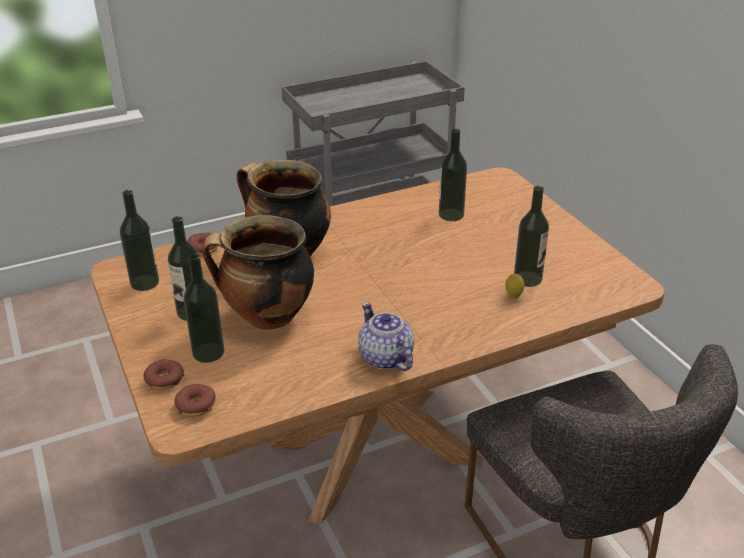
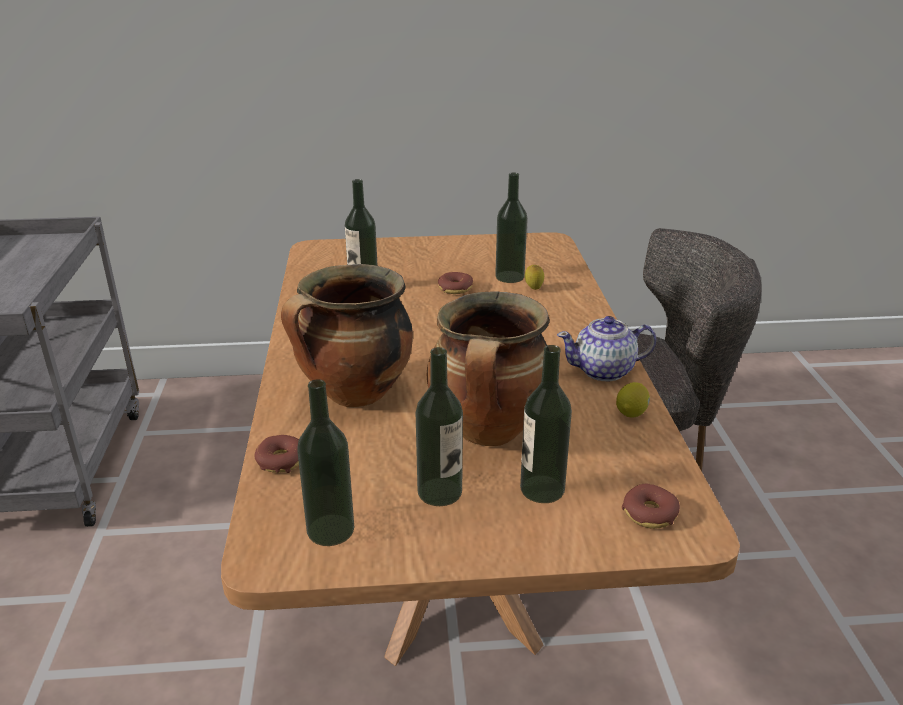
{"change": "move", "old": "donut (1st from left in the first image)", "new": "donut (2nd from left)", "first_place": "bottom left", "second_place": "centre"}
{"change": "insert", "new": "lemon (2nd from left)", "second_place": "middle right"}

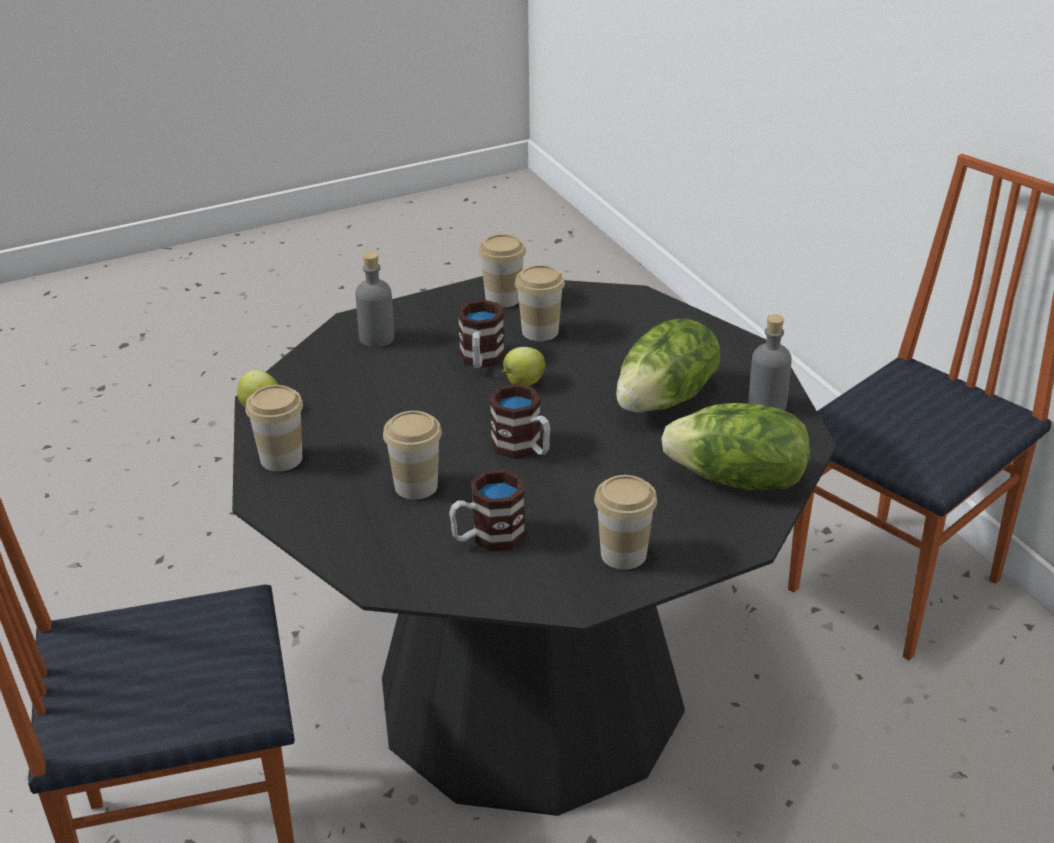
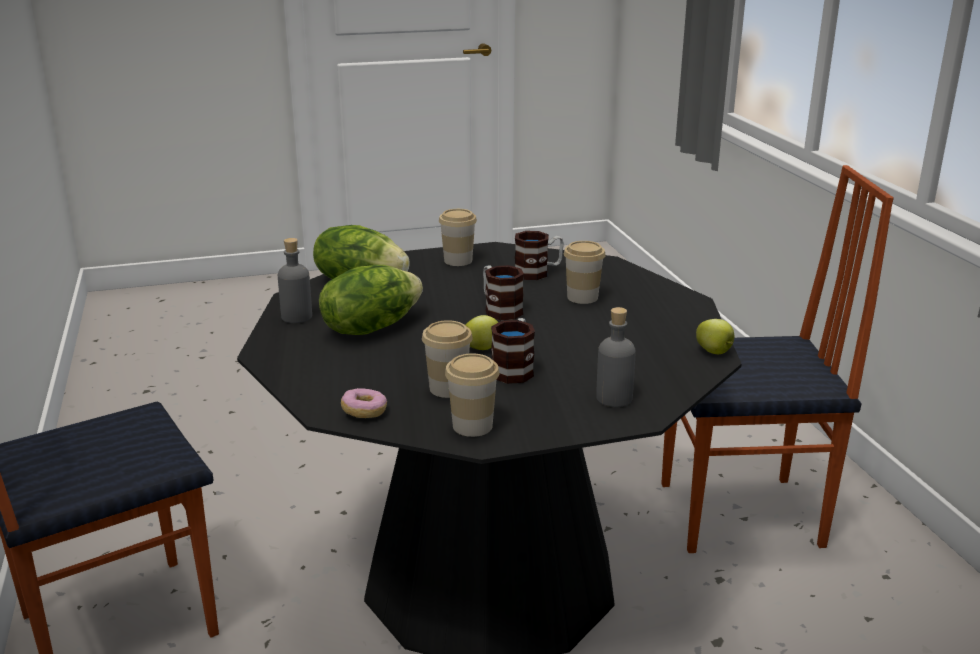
{"change": "delete", "old": "cup (1st from left)", "first_place": "middle left"}
{"change": "insert", "new": "donut", "second_place": "centre"}

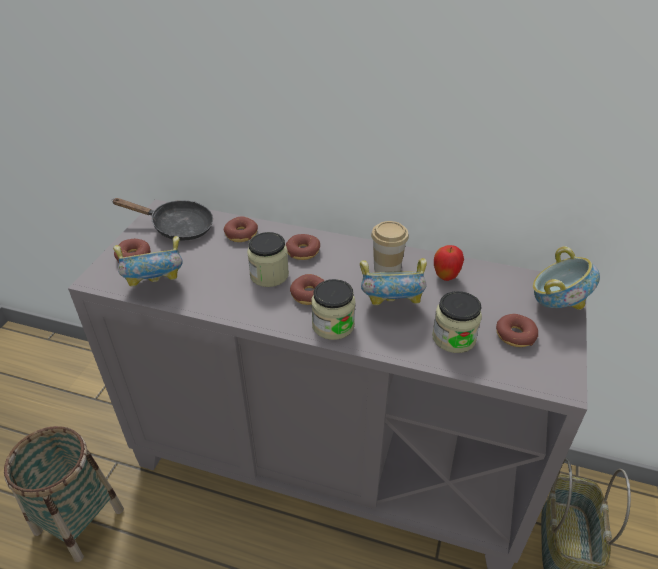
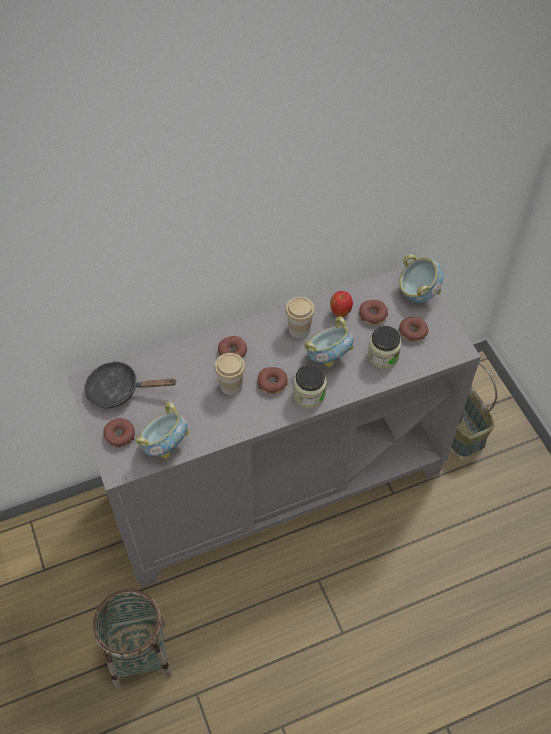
{"change": "rotate", "old": "black_frying_pan", "first_place": "middle left", "second_place": "middle left", "degrees": -150}
{"change": "move", "old": "donut (2nd from left in the first image)", "new": "donut (4th from left)", "first_place": "centre", "second_place": "middle right"}
{"change": "replace", "old": "jar (1st from left)", "new": "cup (1st from left)", "first_place": "centre", "second_place": "centre"}

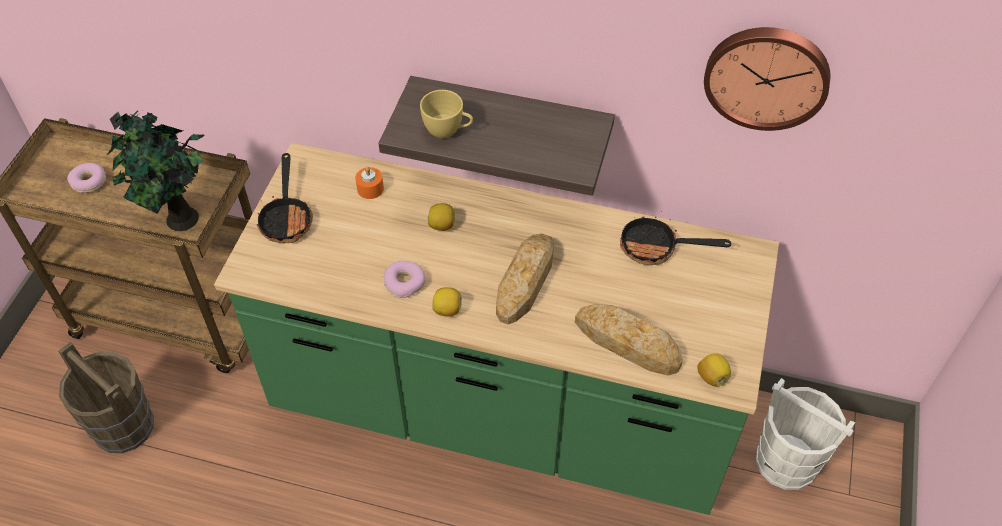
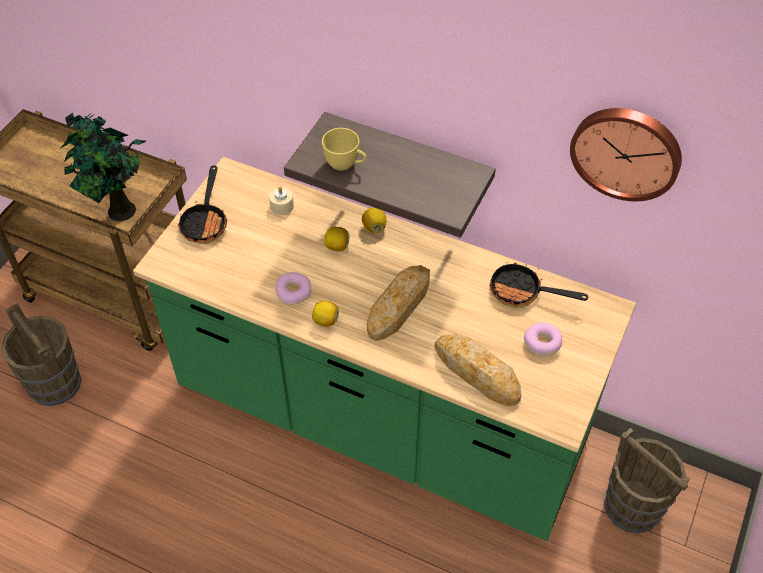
{"change": "move", "old": "donut (1st from left in the first image)", "new": "donut (2nd from left)", "first_place": "middle left", "second_place": "middle right"}
{"change": "recolor", "old": "orange_candle", "new": "beige_candle", "first_place": "centre", "second_place": "centre"}
{"change": "move", "old": "lemon (3rd from left)", "first_place": "bottom right", "second_place": "centre"}
{"change": "recolor", "old": "white_bucket", "new": "brown_bucket (2nd from left)", "first_place": "bottom right", "second_place": "bottom right"}

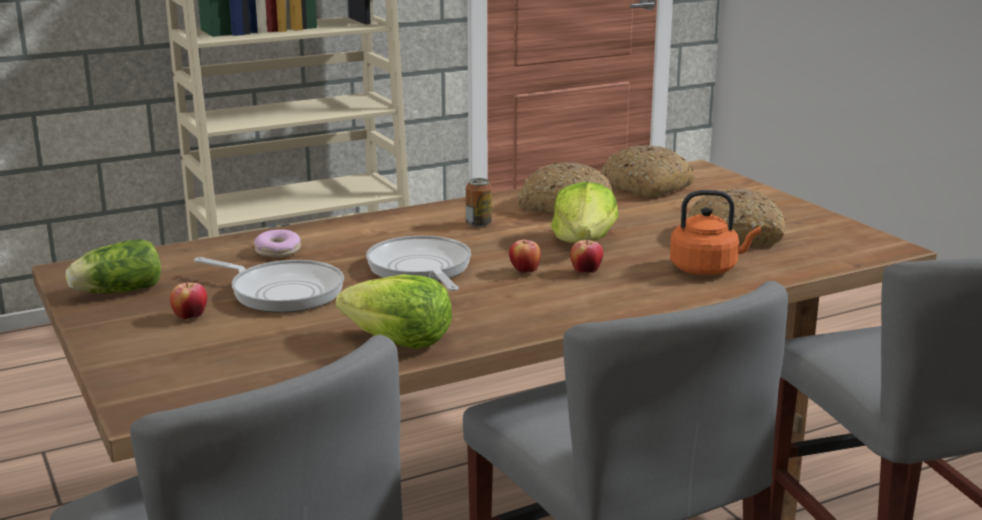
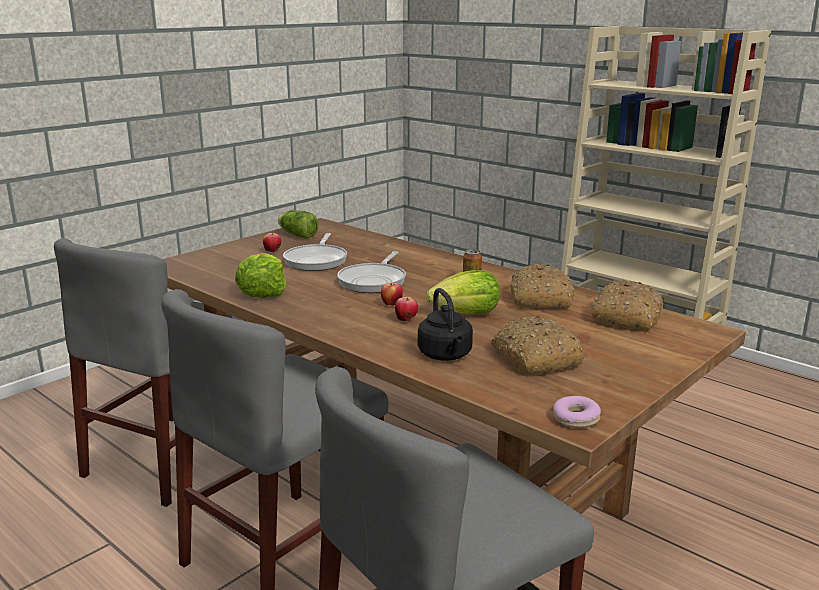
{"change": "recolor", "old": "orange_kettle", "new": "black_kettle", "first_place": "middle right", "second_place": "centre"}
{"change": "move", "old": "donut", "first_place": "middle left", "second_place": "bottom right"}
{"change": "rotate", "old": "frying_pan (2nd from left)", "first_place": "centre", "second_place": "centre", "degrees": 150}

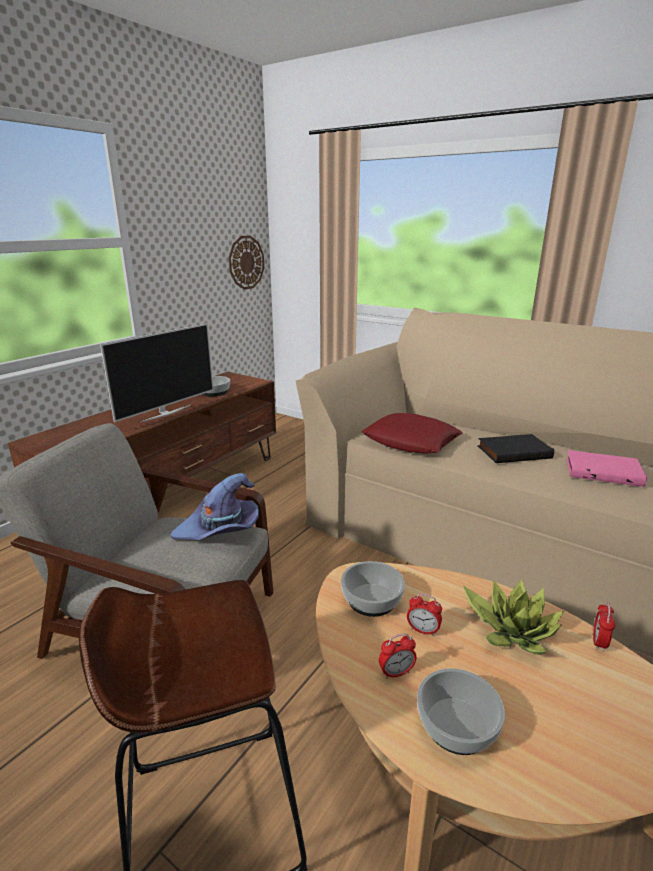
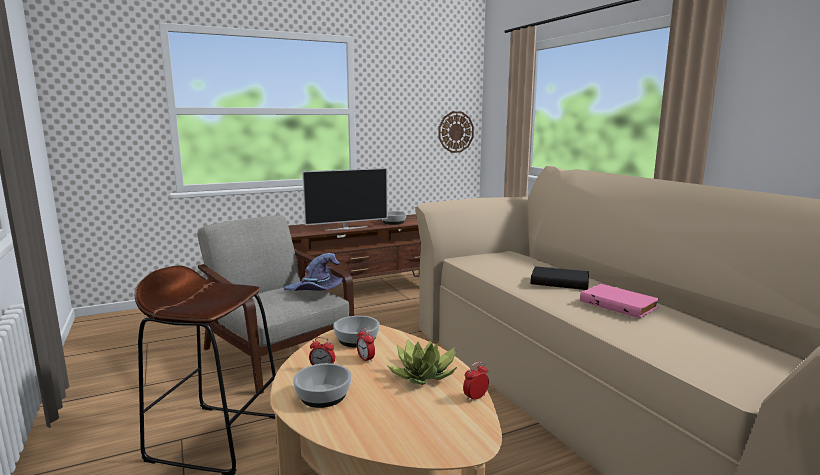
{"change": "delete", "old": "red_pillow", "first_place": "centre"}

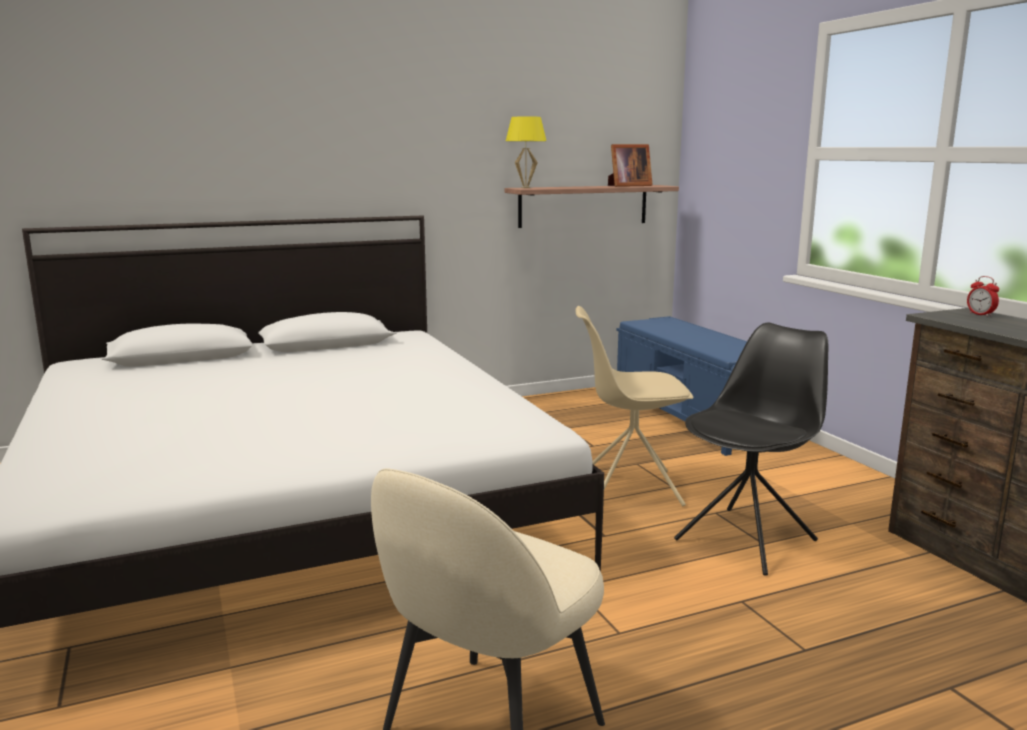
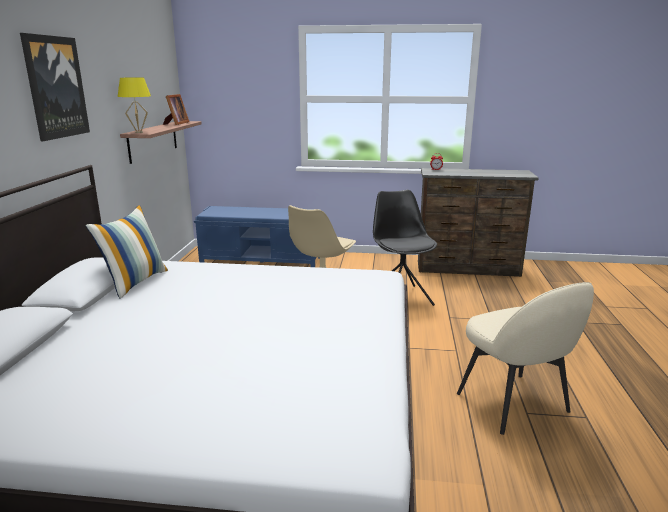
{"change": "insert", "new": "picture", "second_place": "top left"}
{"change": "insert", "new": "pillow", "second_place": "middle left"}

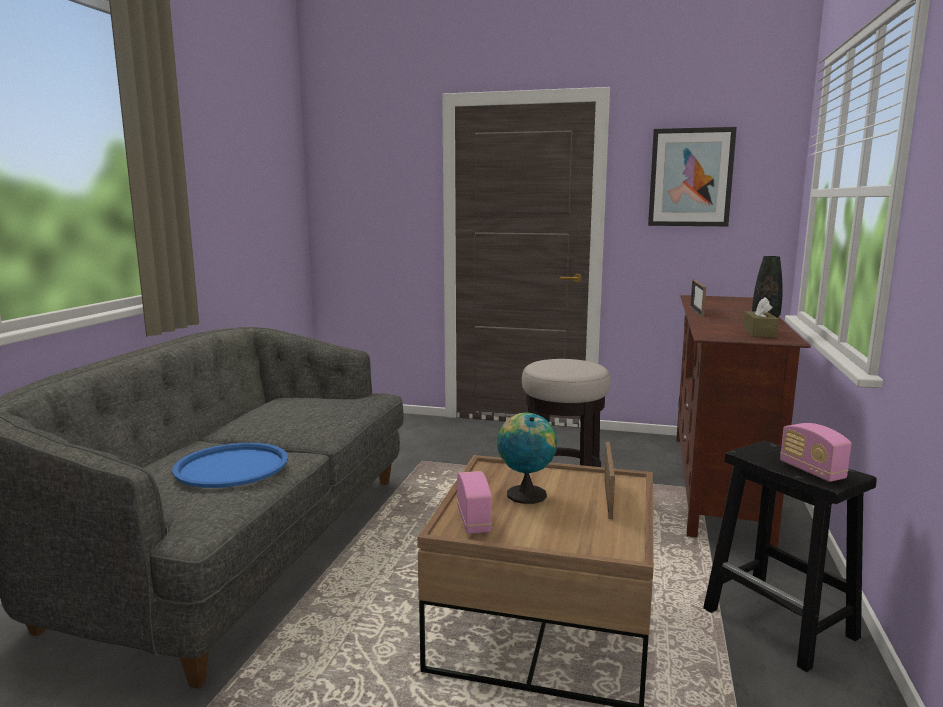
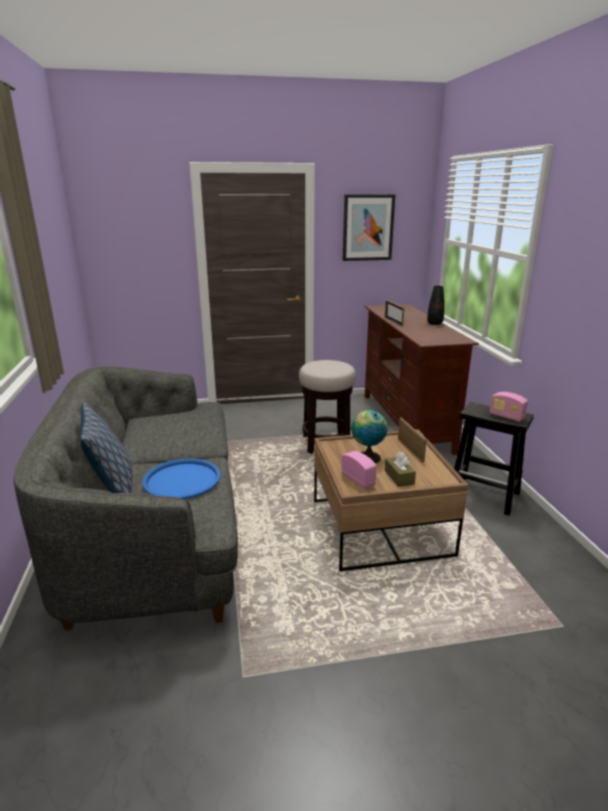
{"change": "move", "old": "brown_tissue_box", "first_place": "middle right", "second_place": "centre"}
{"change": "insert", "new": "pillow", "second_place": "middle left"}

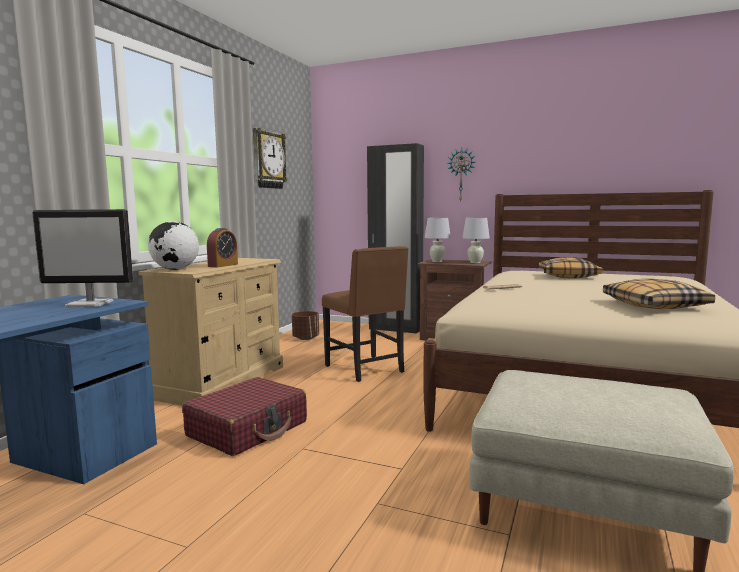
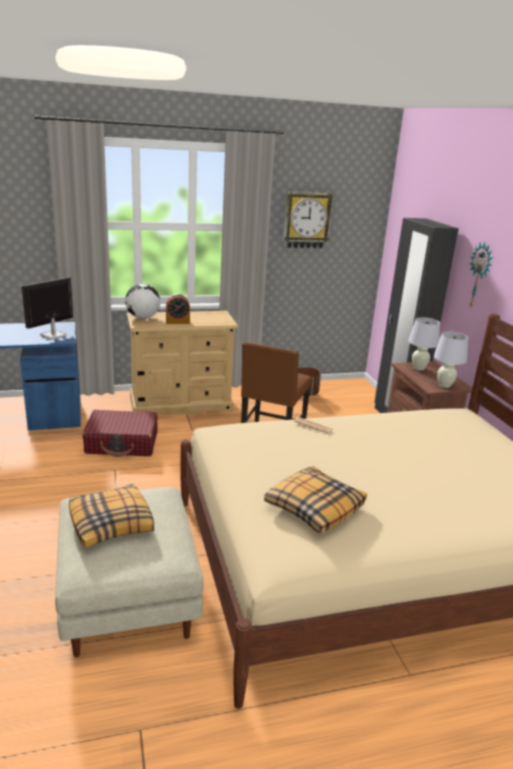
{"change": "rotate", "old": "monitor", "first_place": "middle left", "second_place": "middle left", "degrees": 75}
{"change": "move", "old": "pillow (1st from left)", "first_place": "middle right", "second_place": "bottom left"}

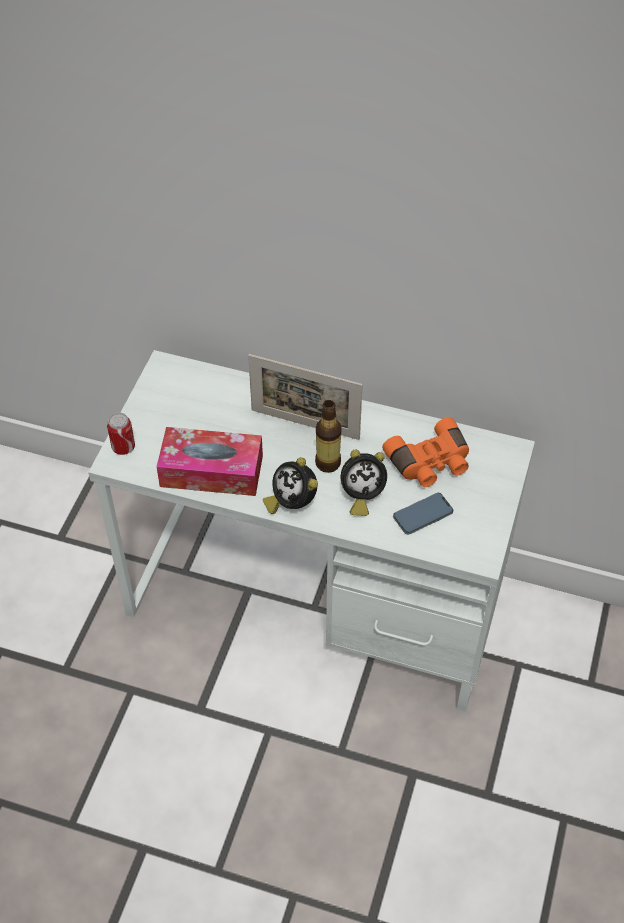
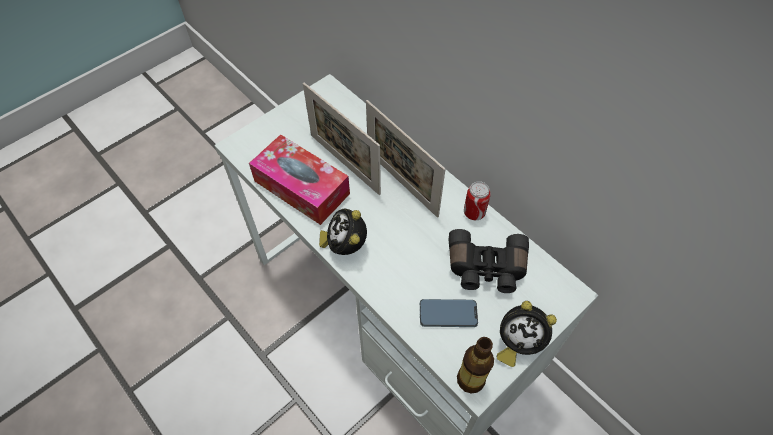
{"change": "move", "old": "bottle", "first_place": "centre", "second_place": "bottom centre"}
{"change": "move", "old": "can", "first_place": "middle left", "second_place": "centre"}
{"change": "recolor", "old": "orange_binoculars", "new": "black_binoculars", "first_place": "middle right", "second_place": "centre"}
{"change": "move", "old": "alarm_clock (2nd from left)", "first_place": "centre", "second_place": "bottom right"}
{"change": "insert", "new": "picture_frame (1st from left)", "second_place": "top centre"}

